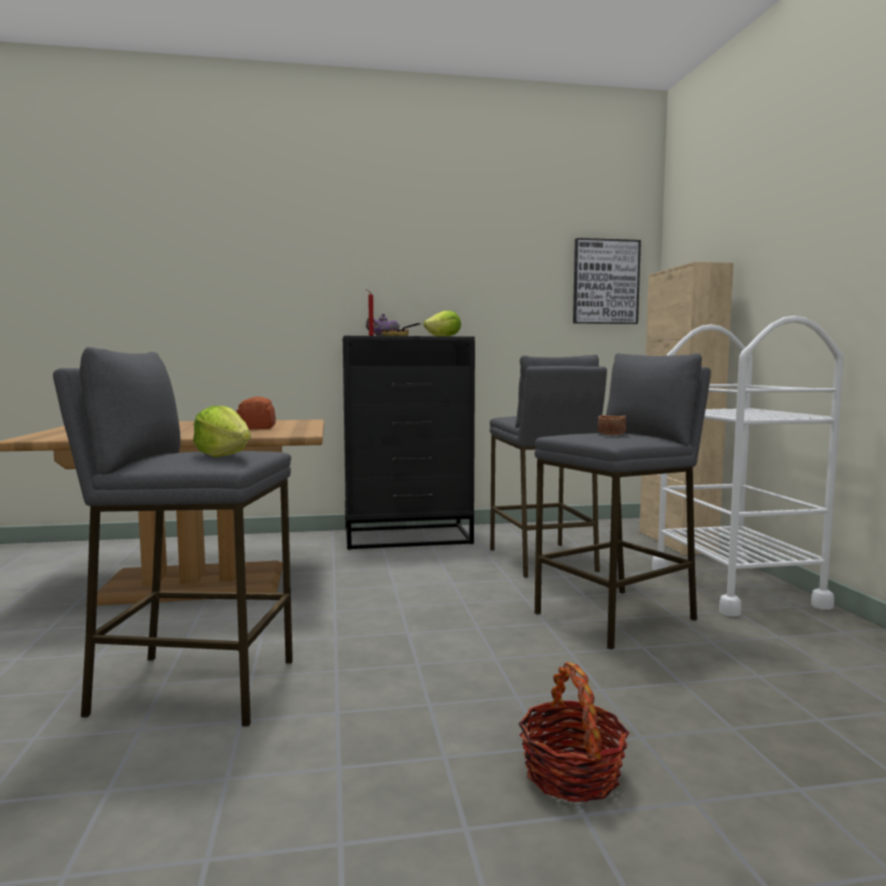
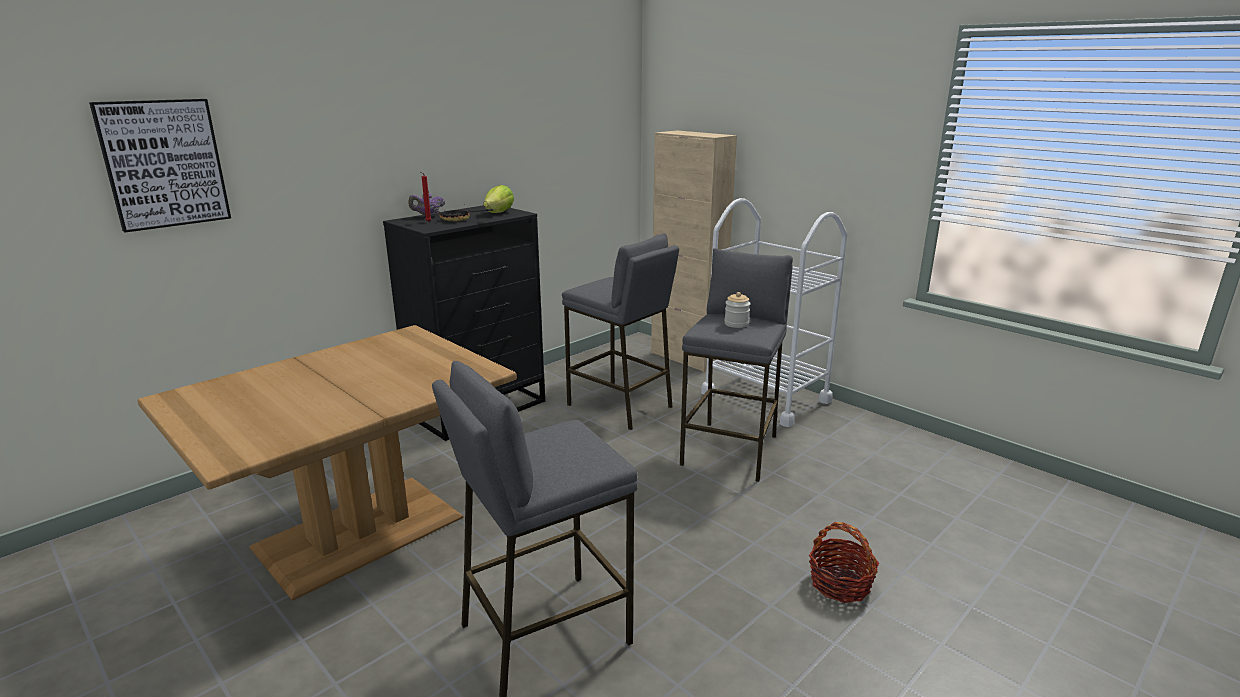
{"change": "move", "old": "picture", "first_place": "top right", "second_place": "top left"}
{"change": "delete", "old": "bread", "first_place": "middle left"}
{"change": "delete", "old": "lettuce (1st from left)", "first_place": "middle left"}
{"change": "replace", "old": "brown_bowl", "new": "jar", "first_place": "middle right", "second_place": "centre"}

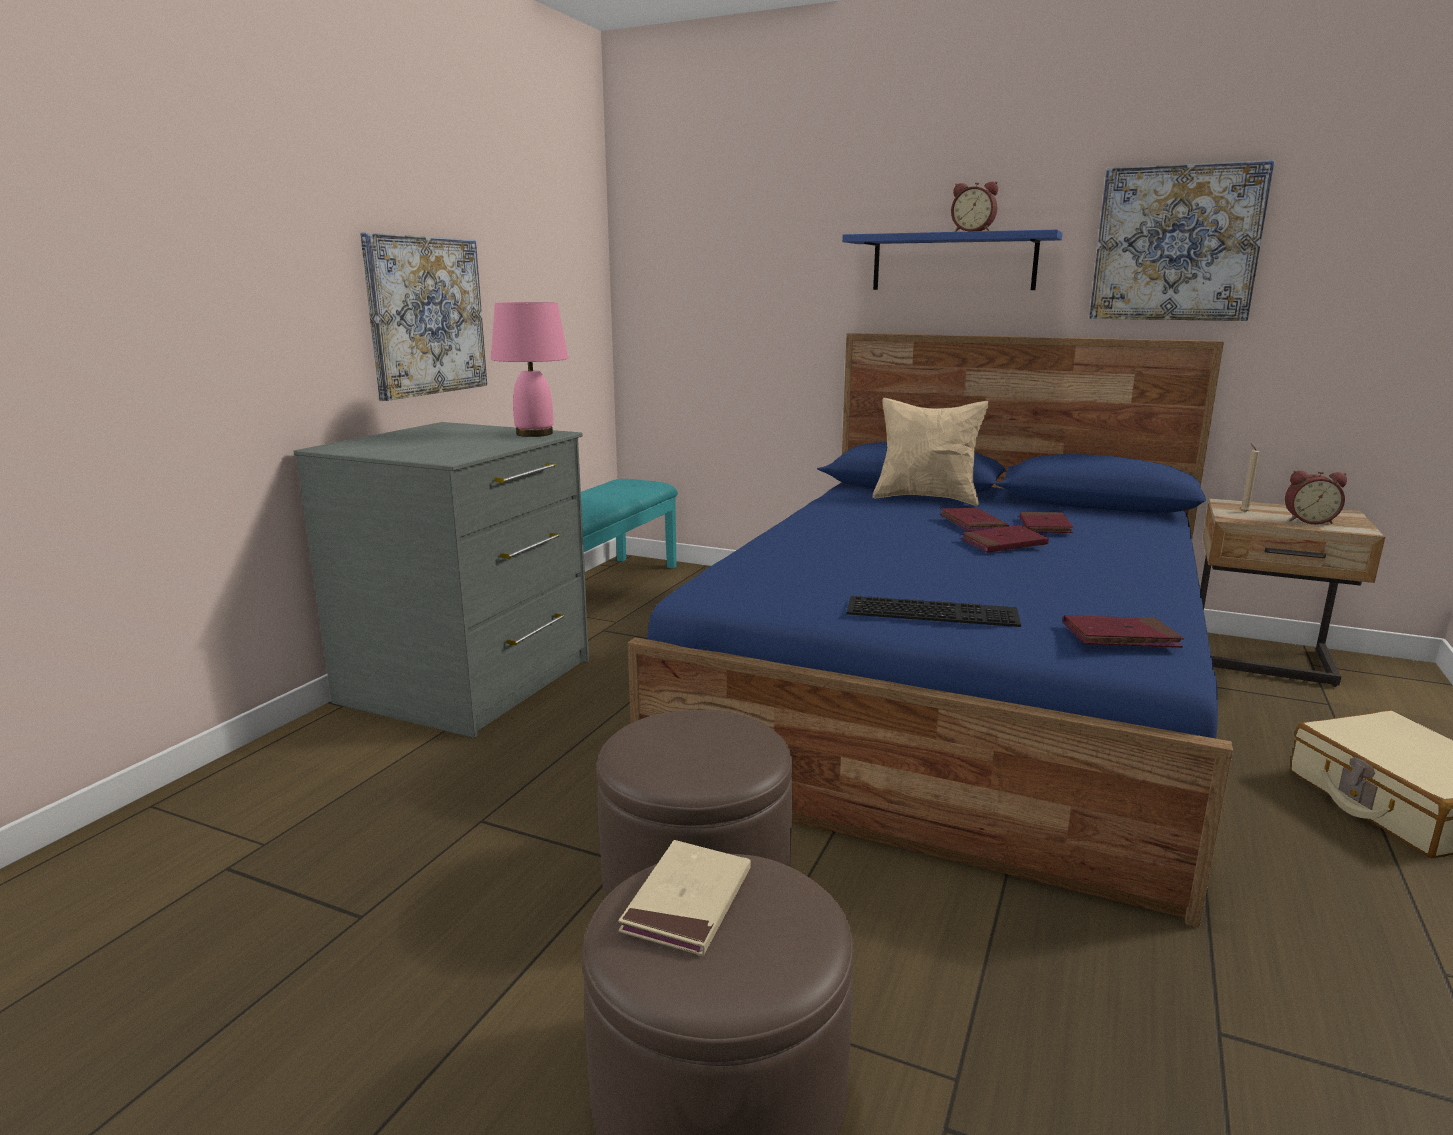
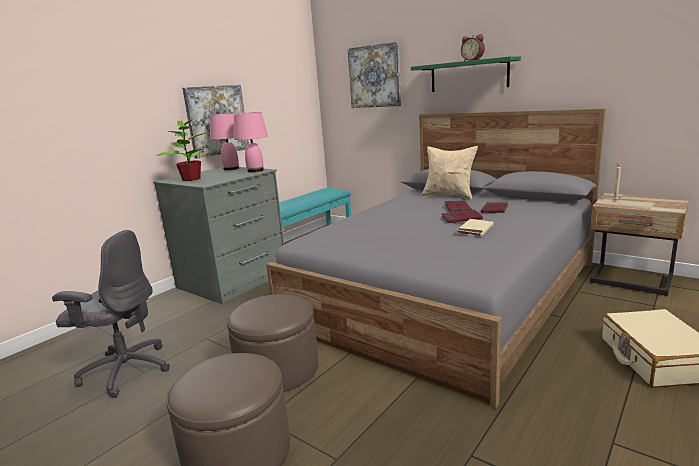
{"change": "move", "old": "picture (2nd from left)", "first_place": "top right", "second_place": "top centre"}
{"change": "recolor", "old": "blue_shelf", "new": "green_shelf", "first_place": "top centre", "second_place": "top right"}
{"change": "recolor", "old": "blue_bed", "new": "grey_bed", "first_place": "centre", "second_place": "centre"}
{"change": "delete", "old": "alarm_clock (2nd from left)", "first_place": "middle right"}
{"change": "delete", "old": "keyboard", "first_place": "centre"}
{"change": "delete", "old": "red_book (4th from left)", "first_place": "middle right"}
{"change": "move", "old": "beige_book", "first_place": "bottom centre", "second_place": "middle right"}
{"change": "insert", "new": "pink_table_lamp (1st from left)", "second_place": "top left"}
{"change": "insert", "new": "potted_plant", "second_place": "top left"}
{"change": "insert", "new": "grey_office_chair", "second_place": "bottom left"}

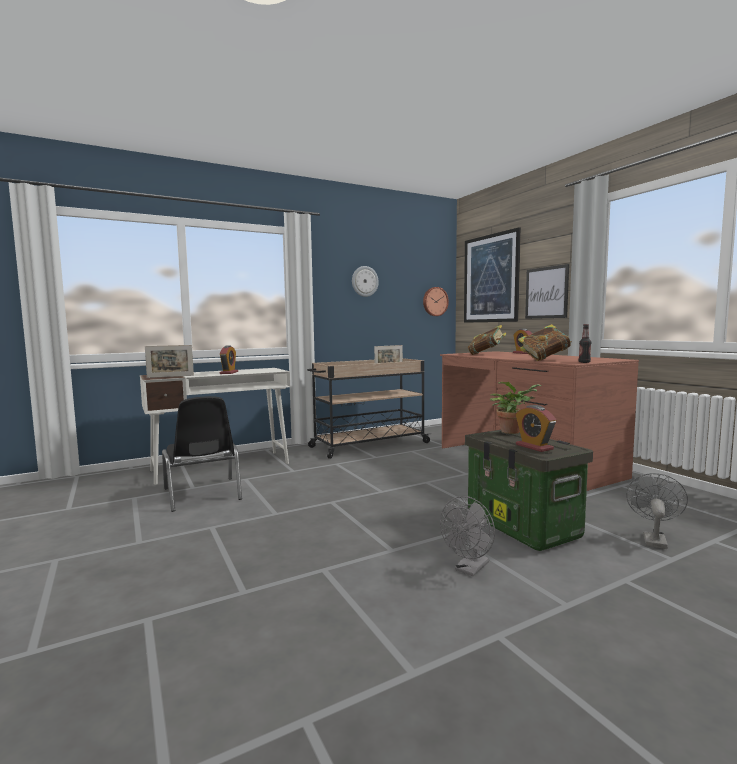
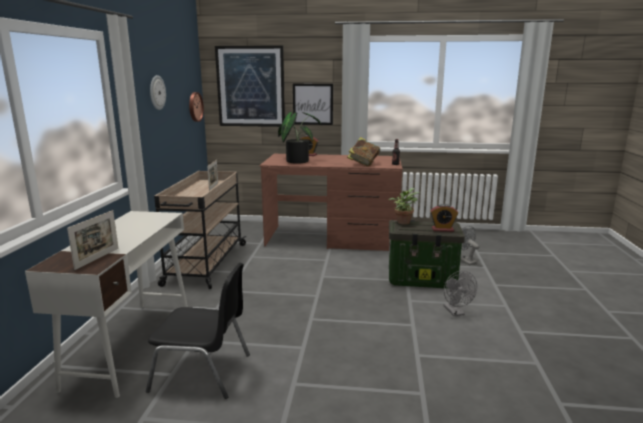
{"change": "replace", "old": "book (1st from left)", "new": "potted_plant (1st from left)", "first_place": "centre", "second_place": "top centre"}
{"change": "delete", "old": "alarm_clock (1st from left)", "first_place": "middle left"}

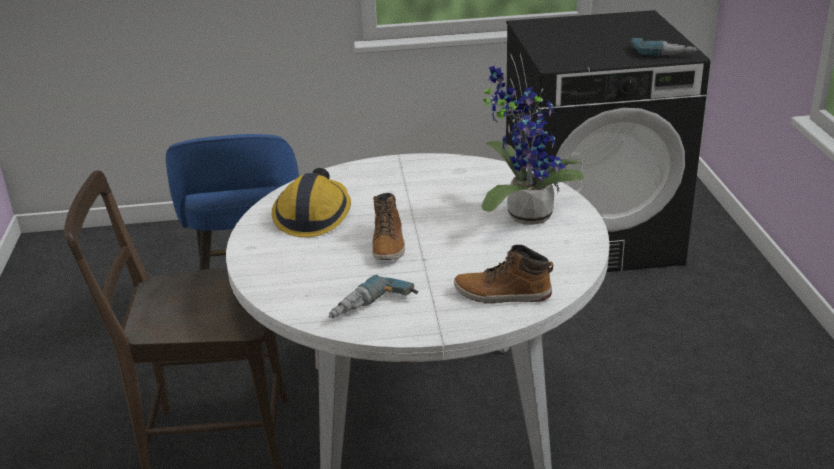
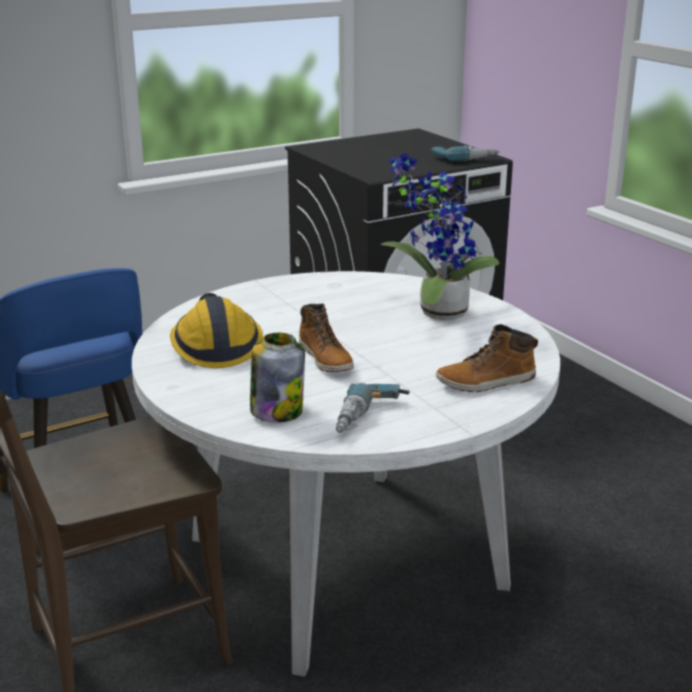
{"change": "insert", "new": "jar", "second_place": "centre"}

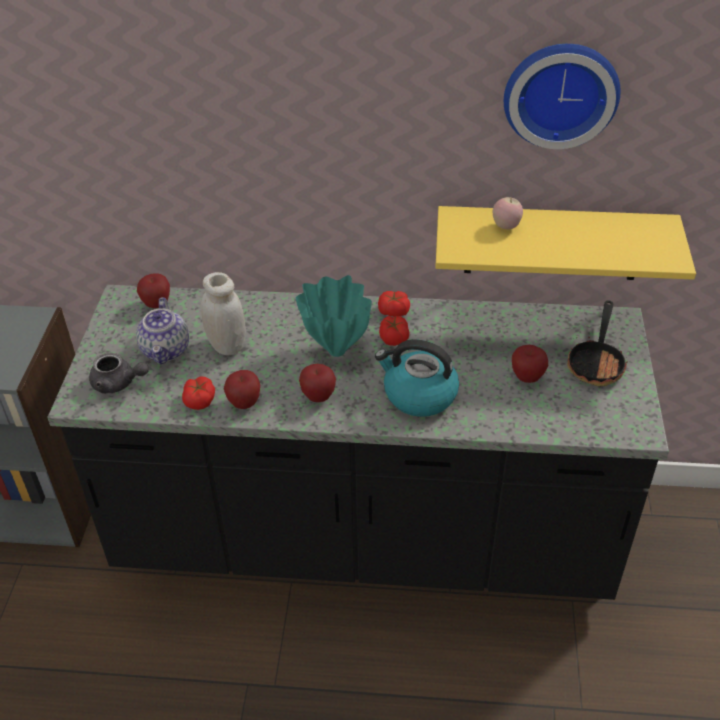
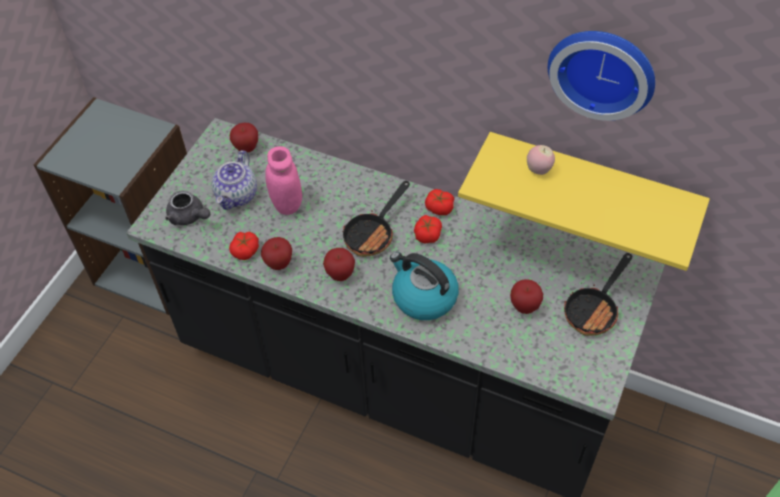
{"change": "recolor", "old": "white_jar", "new": "pink_jar", "first_place": "middle left", "second_place": "centre"}
{"change": "replace", "old": "turquoise_vase", "new": "frying_pan (1st from left)", "first_place": "centre", "second_place": "centre"}

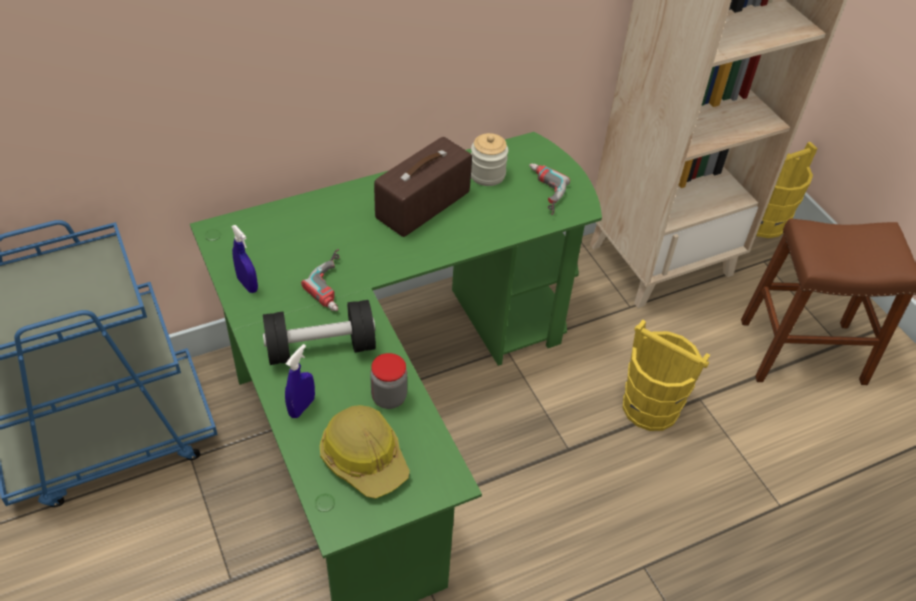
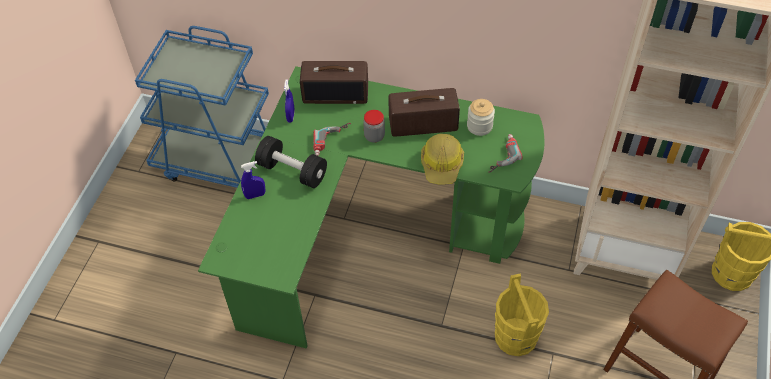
{"change": "move", "old": "jar (1st from left)", "first_place": "centre", "second_place": "top centre"}
{"change": "move", "old": "hard_hat", "first_place": "bottom centre", "second_place": "centre"}
{"change": "insert", "new": "radio (1st from left)", "second_place": "top centre"}

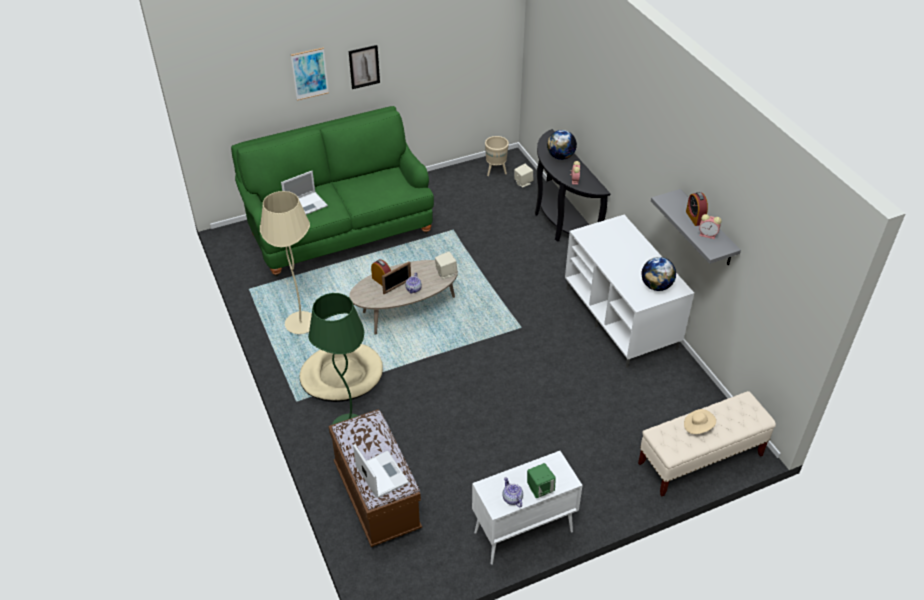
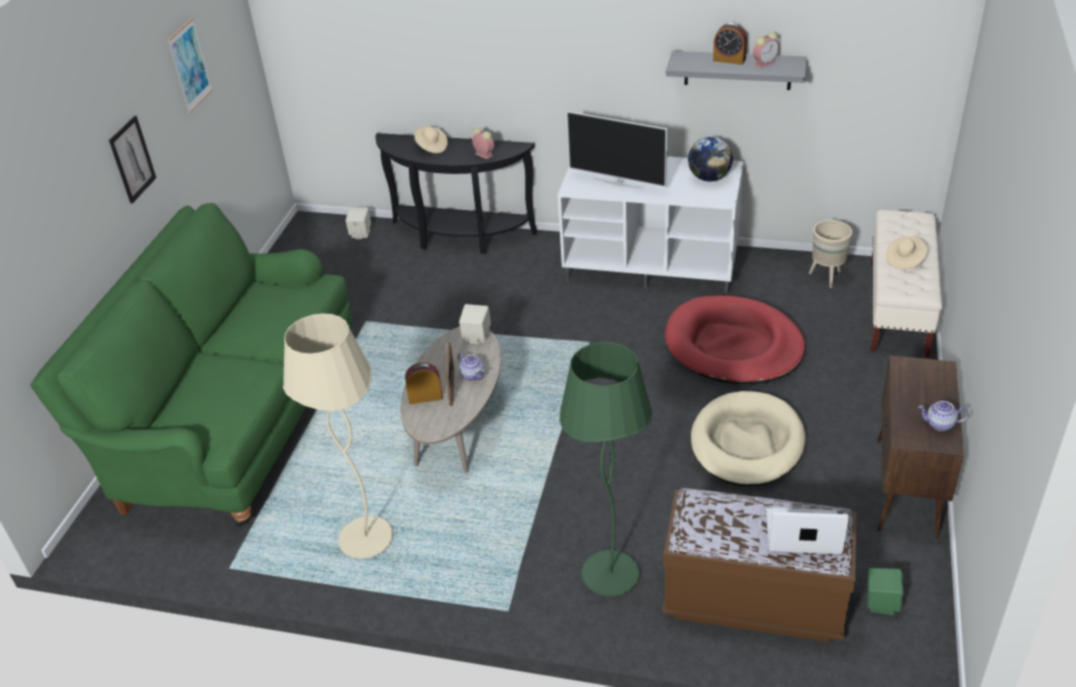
{"change": "move", "old": "picture (1st from left in the first image)", "new": "picture (2nd from left)", "first_place": "top centre", "second_place": "top left"}
{"change": "replace", "old": "globe (1st from left)", "new": "beige_hat (1st from left)", "first_place": "top centre", "second_place": "top centre"}
{"change": "move", "old": "beige_planter", "first_place": "top centre", "second_place": "middle right"}
{"change": "delete", "old": "laptop (1st from left)", "first_place": "top left"}
{"change": "move", "old": "beige_dog_bed", "first_place": "centre", "second_place": "middle right"}
{"change": "recolor", "old": "white_cabinet", "new": "brown_cabinet", "first_place": "bottom centre", "second_place": "middle right"}
{"change": "move", "old": "green_speaker", "first_place": "bottom centre", "second_place": "bottom right"}
{"change": "insert", "new": "television", "second_place": "top centre"}
{"change": "insert", "new": "red_dog_bed", "second_place": "middle right"}

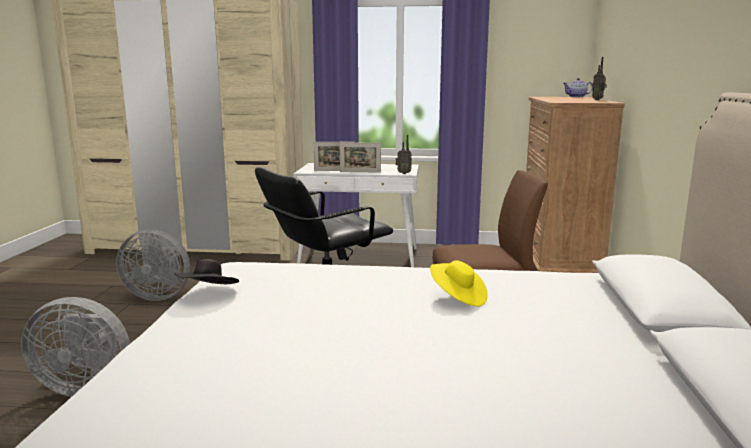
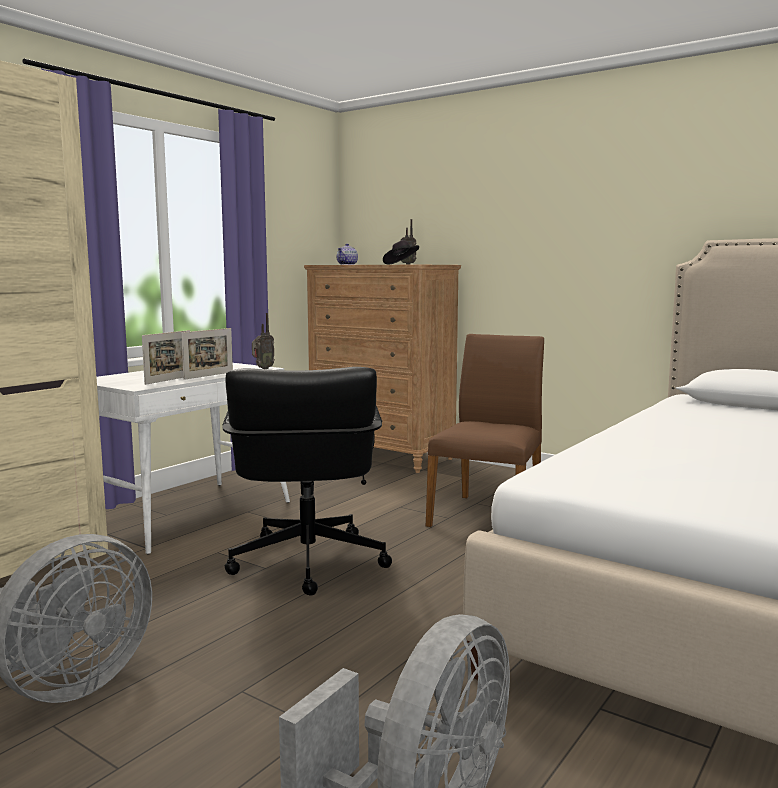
{"change": "move", "old": "black_hat", "first_place": "middle left", "second_place": "top centre"}
{"change": "delete", "old": "yellow_hat", "first_place": "centre"}

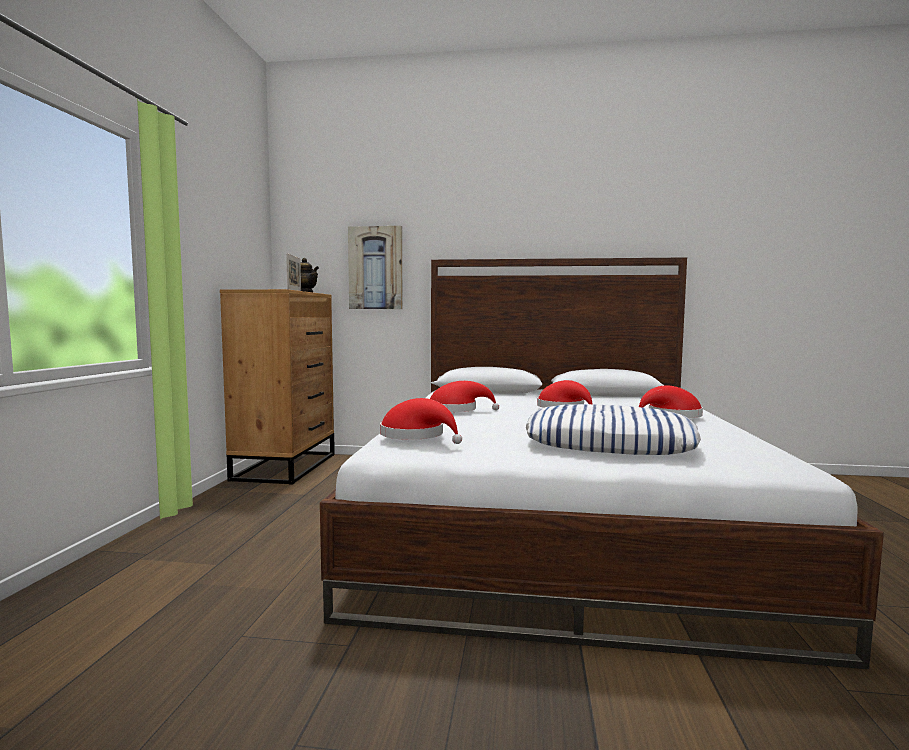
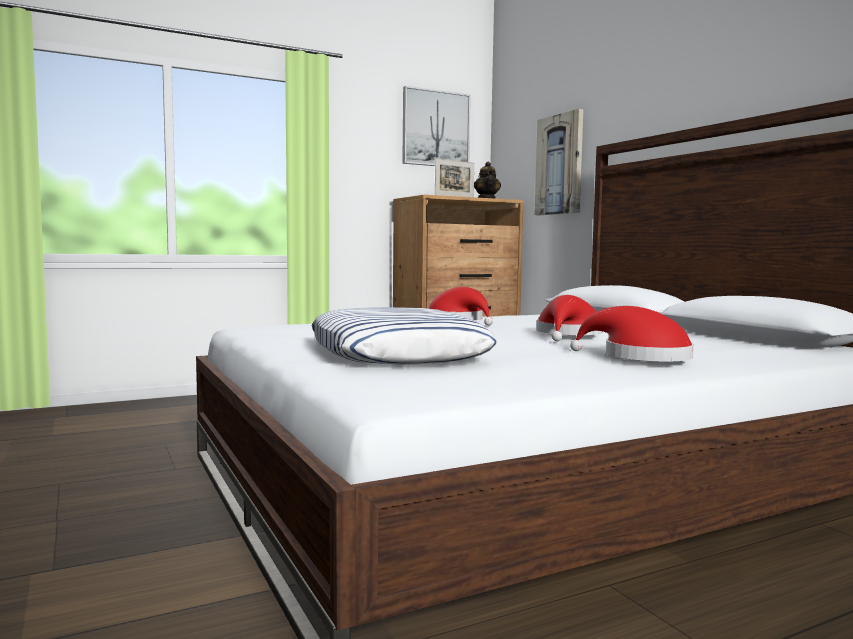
{"change": "delete", "old": "red_hat (1st from left)", "first_place": "centre"}
{"change": "insert", "new": "picture (1st from left)", "second_place": "top centre"}

